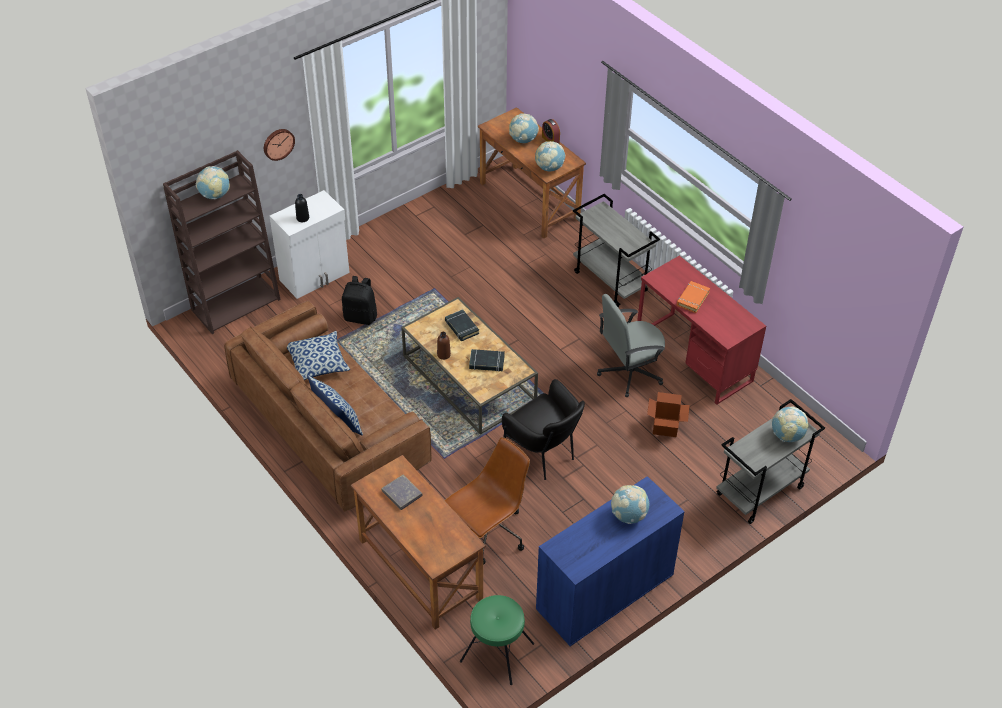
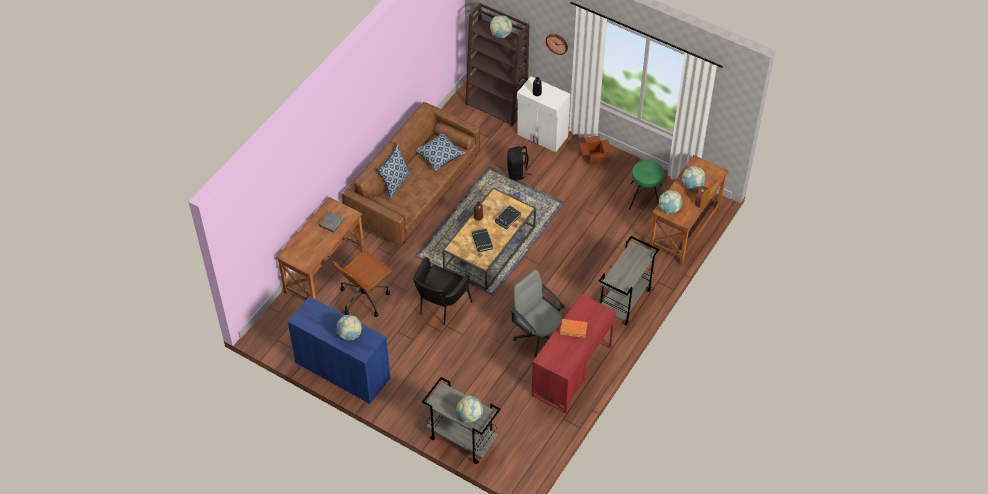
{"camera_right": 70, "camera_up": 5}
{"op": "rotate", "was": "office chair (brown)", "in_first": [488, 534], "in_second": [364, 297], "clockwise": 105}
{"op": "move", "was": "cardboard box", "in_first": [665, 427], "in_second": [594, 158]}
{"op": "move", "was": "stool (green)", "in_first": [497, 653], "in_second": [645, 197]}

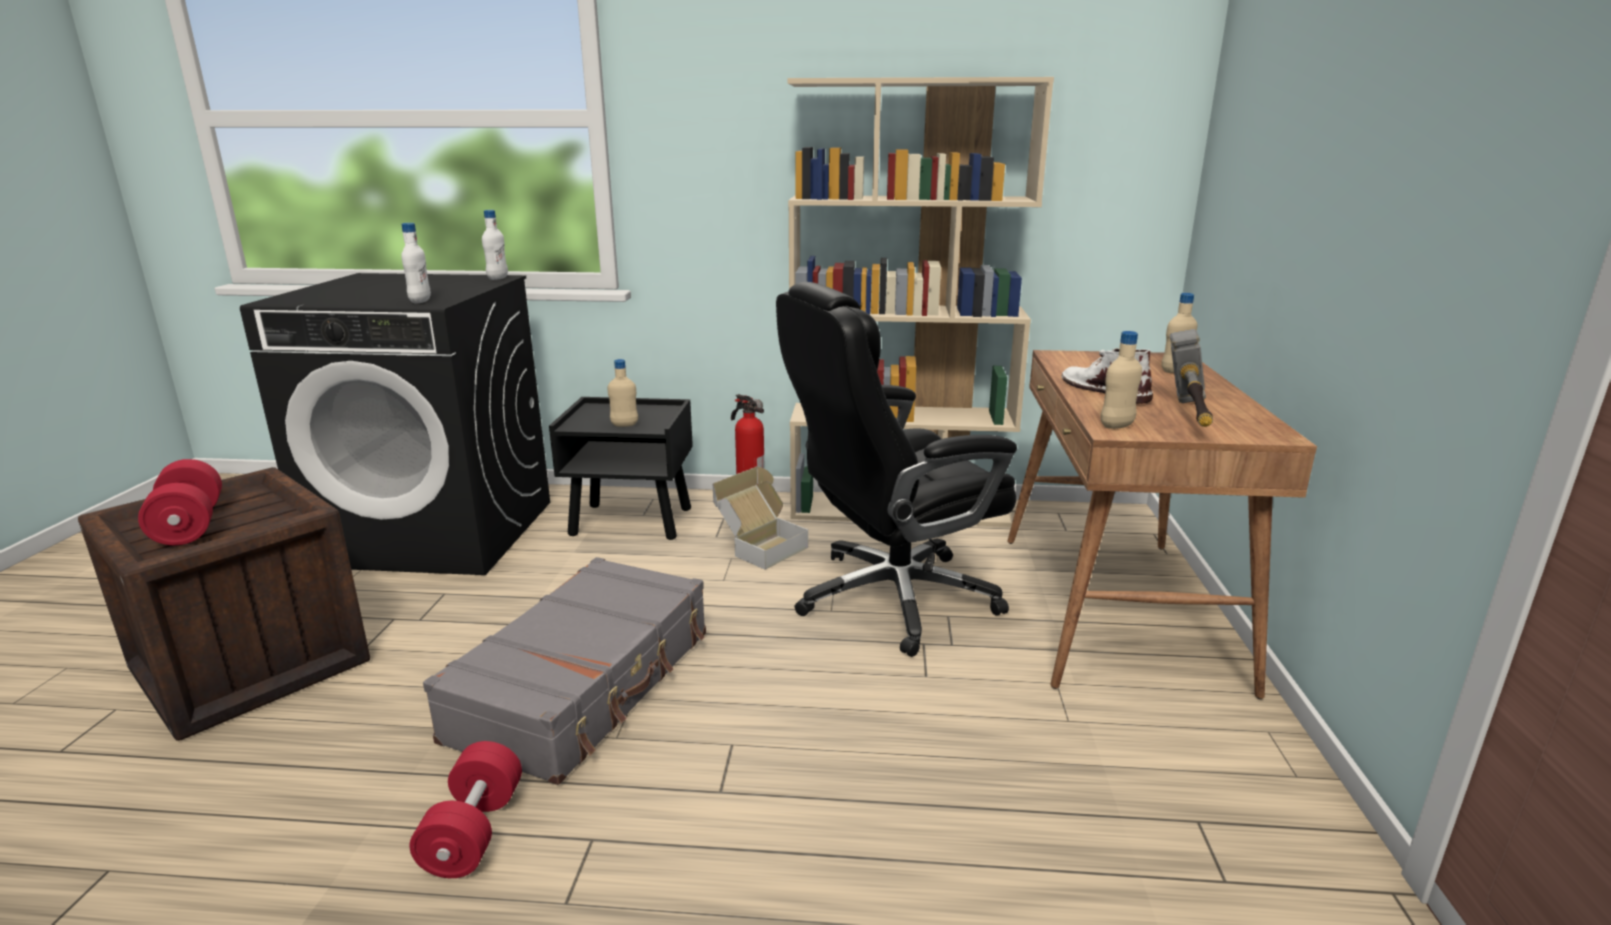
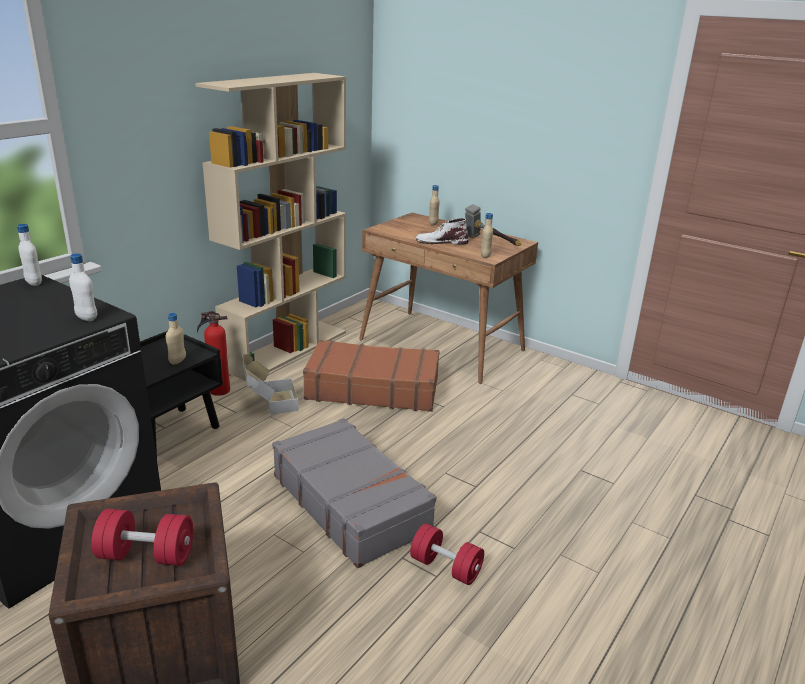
{"camera_right": -60, "camera_up": 5}
{"op": "replace", "was": "office chair (black)", "now": "suitcase (brown)", "in_first": [891, 598], "in_second": [372, 388]}

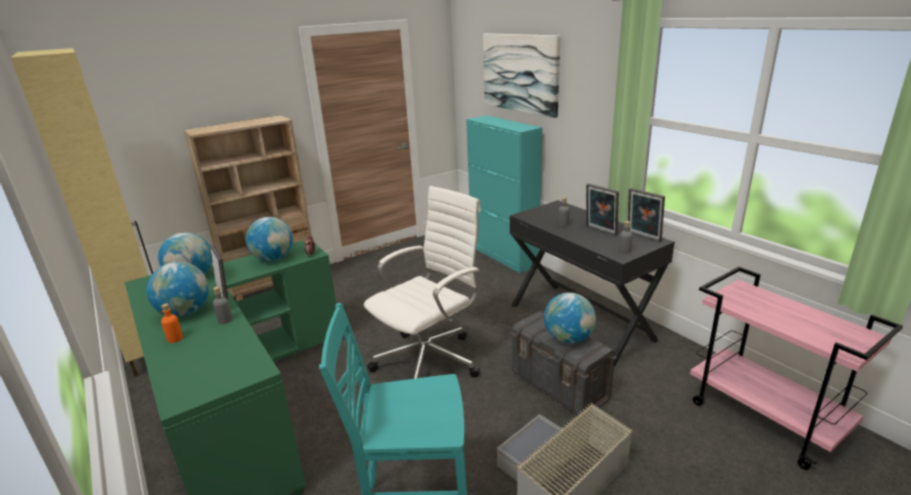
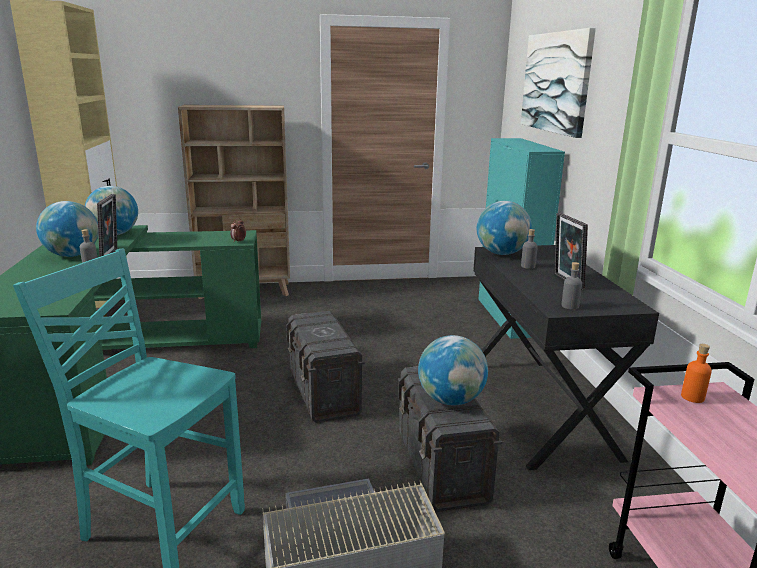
{"camera_right": 25, "camera_up": -5}
{"op": "replace", "was": "office chair (white)", "now": "storage box (grey)", "in_first": [430, 360], "in_second": [323, 392]}
{"op": "move", "was": "globe", "in_first": [273, 258], "in_second": [501, 253]}
{"op": "move", "was": "bottle (orange)", "in_first": [175, 338], "in_second": [692, 397]}
{"op": "delete", "was": "picture frame", "in_first": [642, 237]}

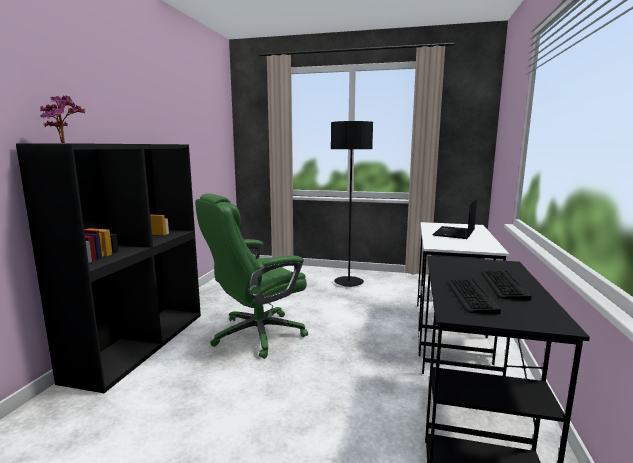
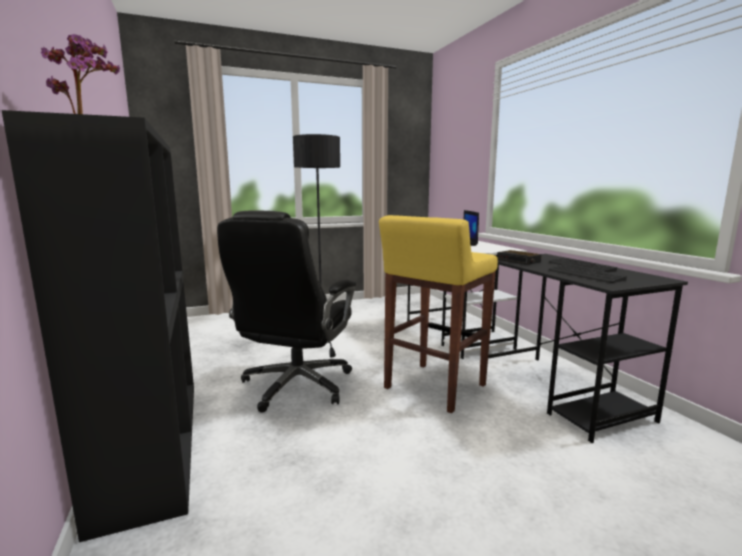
{"camera_right": -35, "camera_up": 0}
{"op": "recolor", "was": "office chair (green)", "now": "office chair (black)", "in_first": [256, 335], "in_second": [296, 386]}
{"op": "insert", "now": "stool (yellow)", "in_second": [434, 387]}
{"op": "insert", "now": "alarm clock", "in_second": [519, 261]}

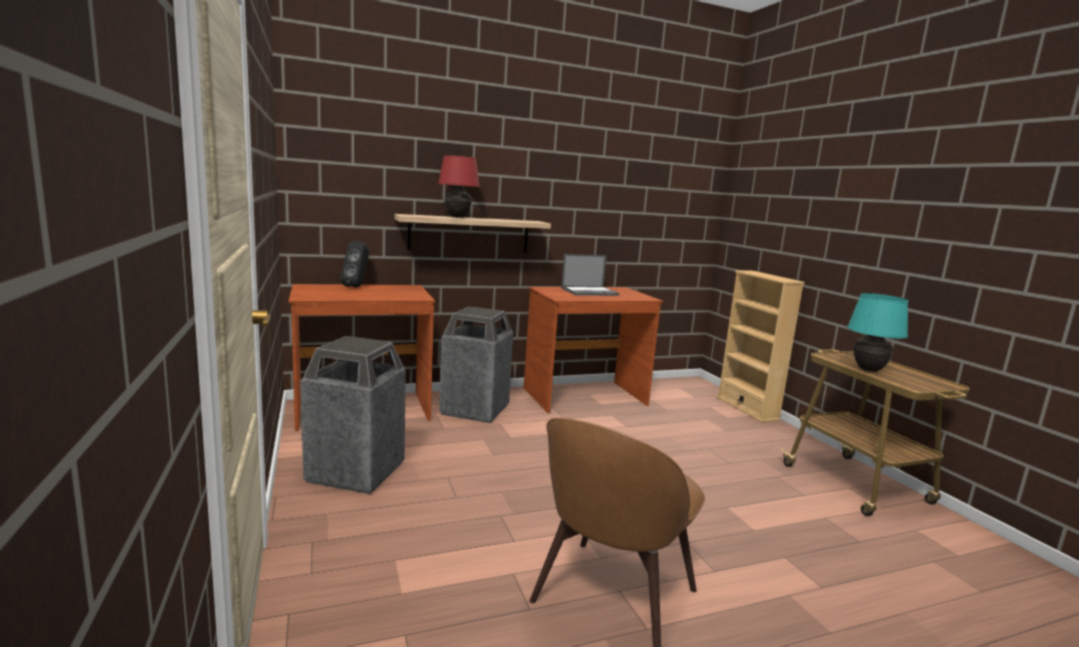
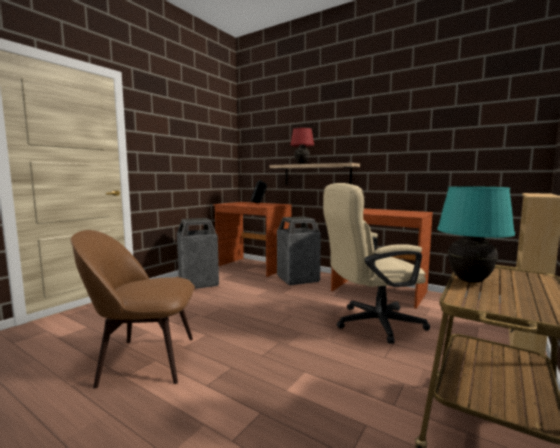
{"camera_right": 55, "camera_up": -5}
{"op": "insert", "now": "office chair (beige)", "in_second": [371, 324]}
{"op": "delete", "was": "laptop", "in_first": [590, 292]}

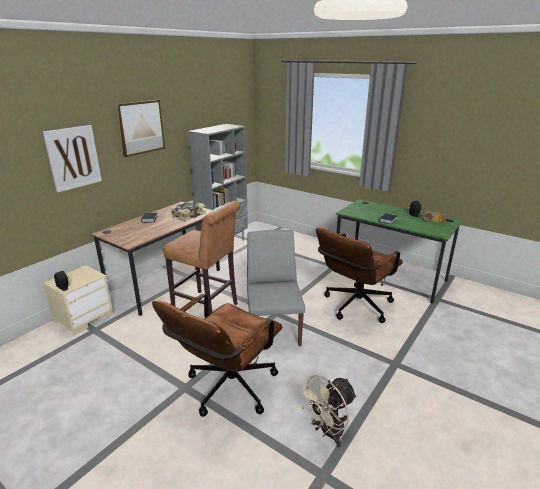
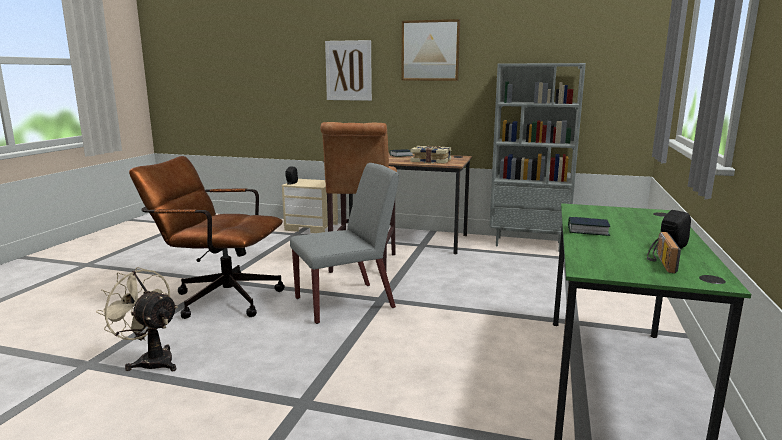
{"camera_right": 70, "camera_up": -10}
{"op": "delete", "was": "office chair (brown)", "in_first": [354, 307]}

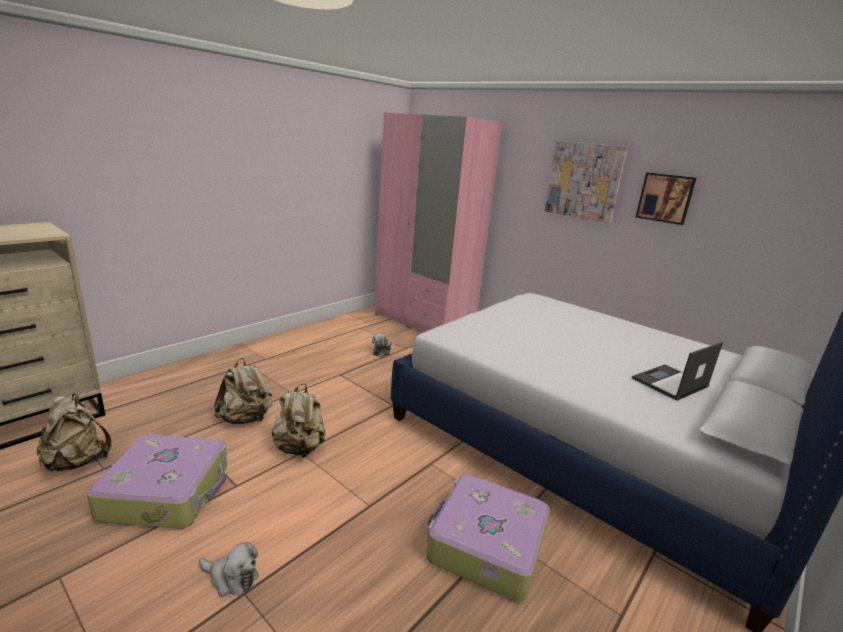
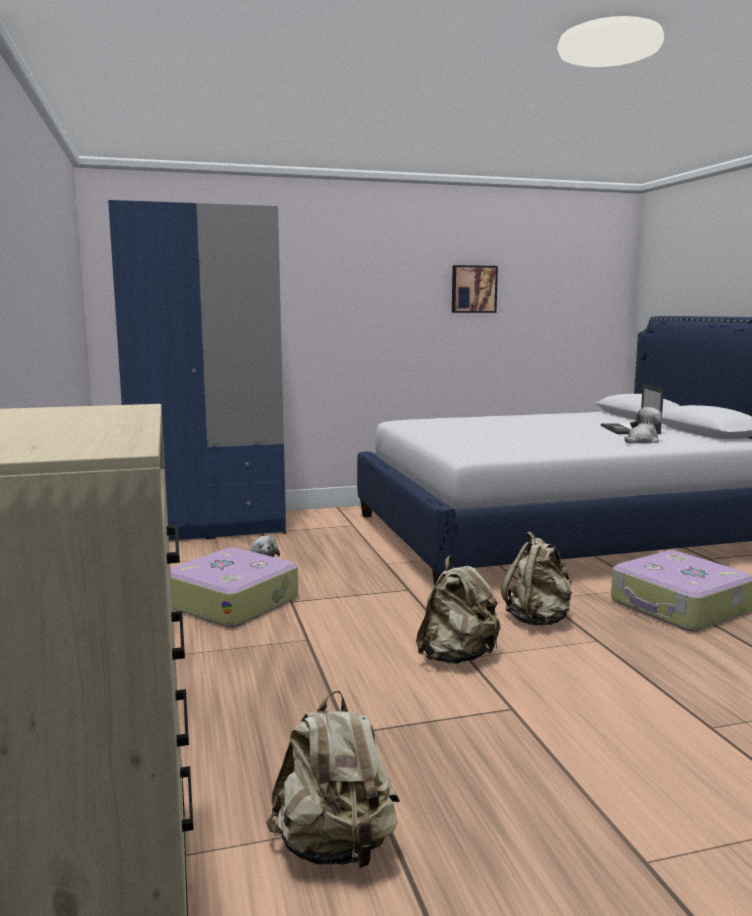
{"camera_right": -55, "camera_up": -10}
{"op": "recolor", "was": "wardrobe (pink)", "now": "wardrobe (blue)", "in_first": [424, 321], "in_second": [208, 528]}
{"op": "move", "was": "suitcase", "in_first": [167, 491], "in_second": [233, 602]}
{"op": "move", "was": "backpack (beige)", "in_first": [245, 419], "in_second": [538, 620]}
{"op": "move", "was": "plush toy", "in_first": [231, 578], "in_second": [641, 441]}
{"op": "delete", "was": "picture", "in_first": [584, 181]}

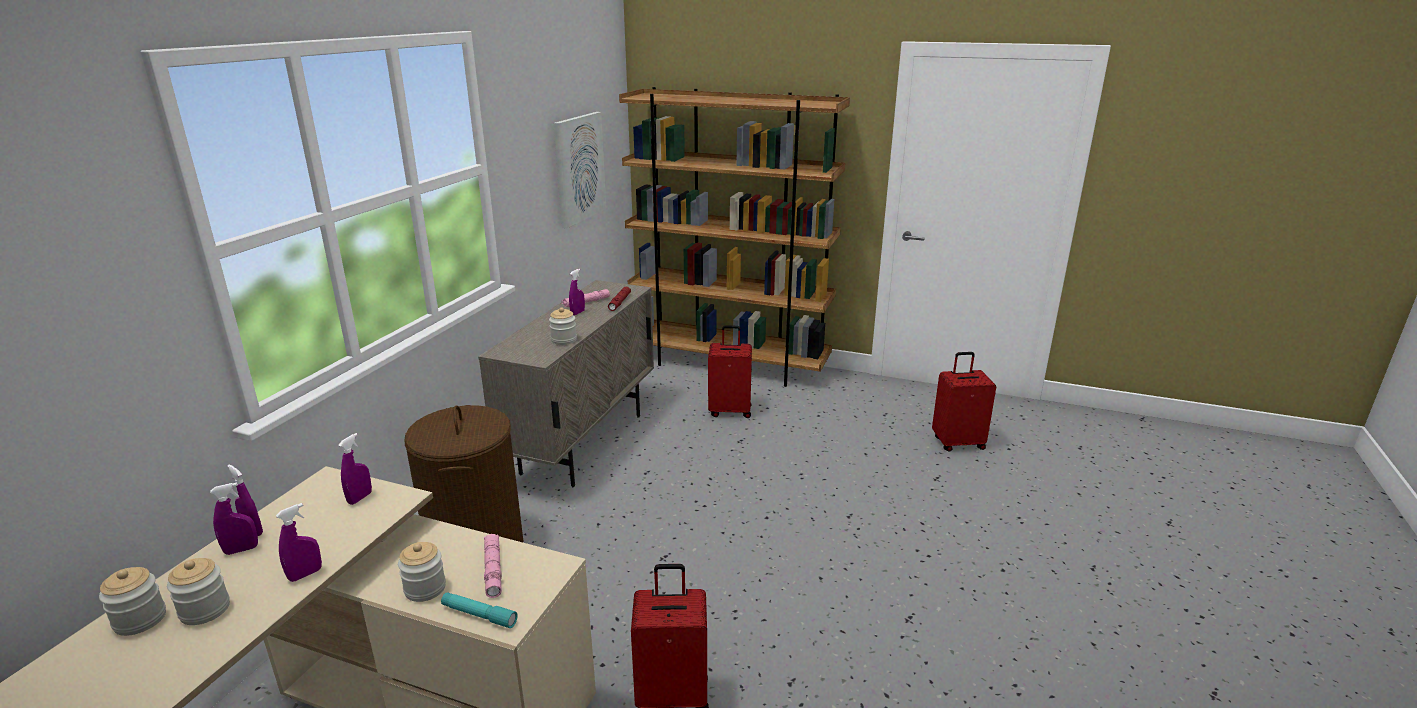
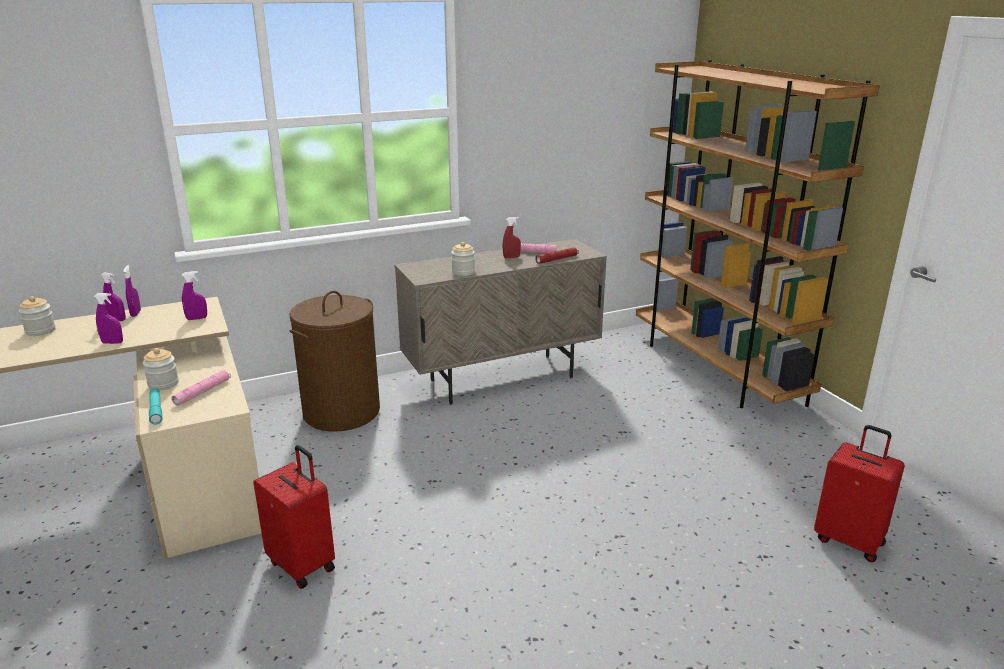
{"camera_right": 45, "camera_up": 0}
{"op": "recolor", "was": "spray bottle (purple)", "now": "spray bottle (red)", "in_first": [577, 313], "in_second": [511, 257]}
{"op": "delete", "was": "jar", "in_first": [205, 610]}
{"op": "delete", "was": "picture", "in_first": [579, 168]}
{"op": "delete", "was": "suitcase (red)", "in_first": [730, 410]}

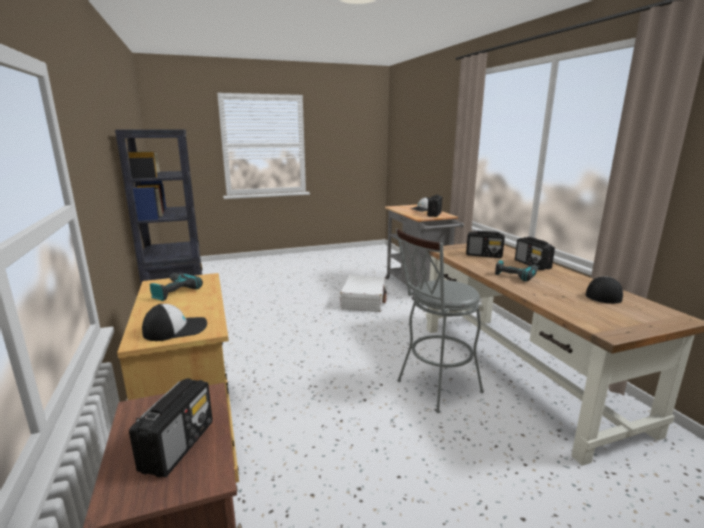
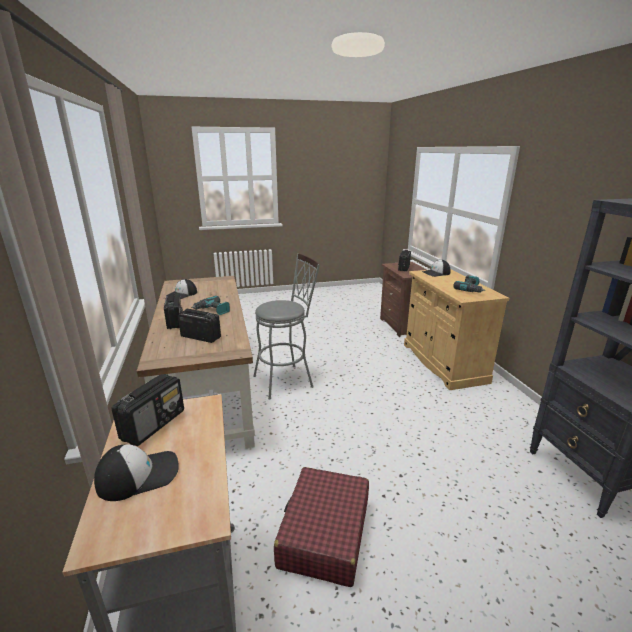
{"camera_right": -175, "camera_up": 5}
{"op": "recolor", "was": "suitcase (white)", "now": "suitcase (red)", "in_first": [364, 301], "in_second": [324, 533]}

